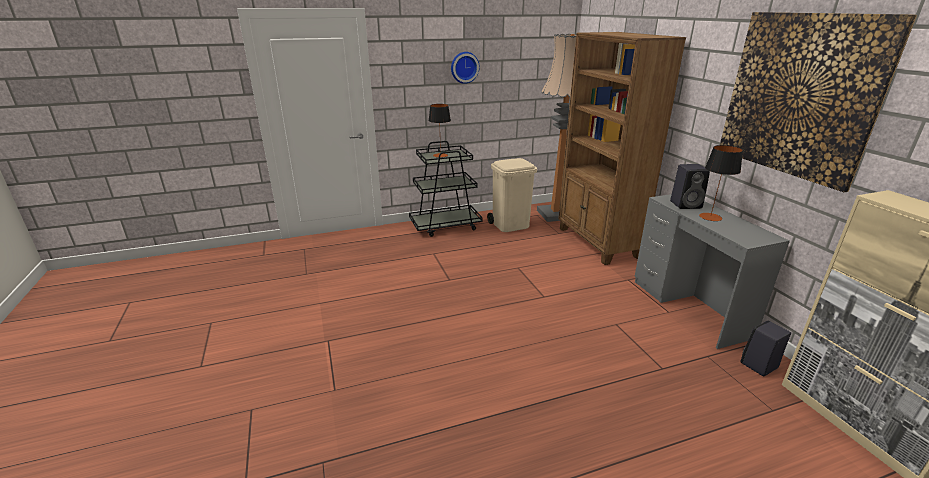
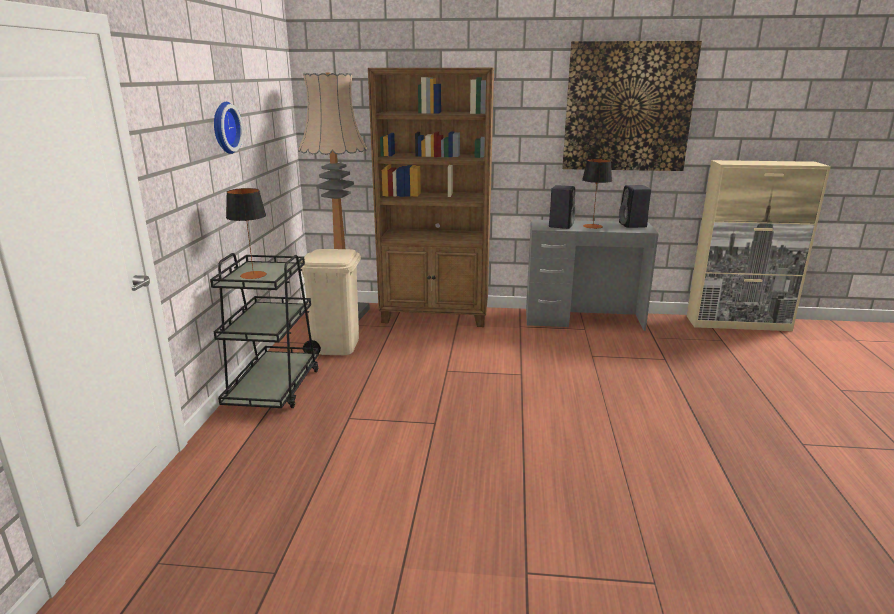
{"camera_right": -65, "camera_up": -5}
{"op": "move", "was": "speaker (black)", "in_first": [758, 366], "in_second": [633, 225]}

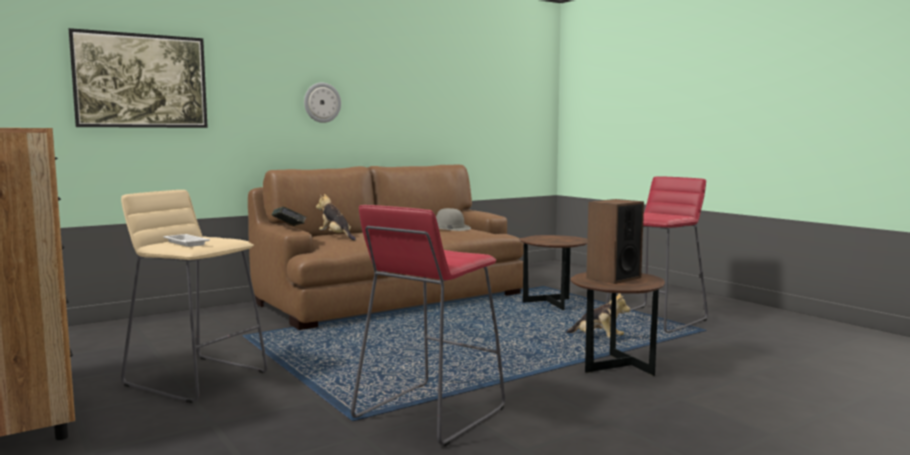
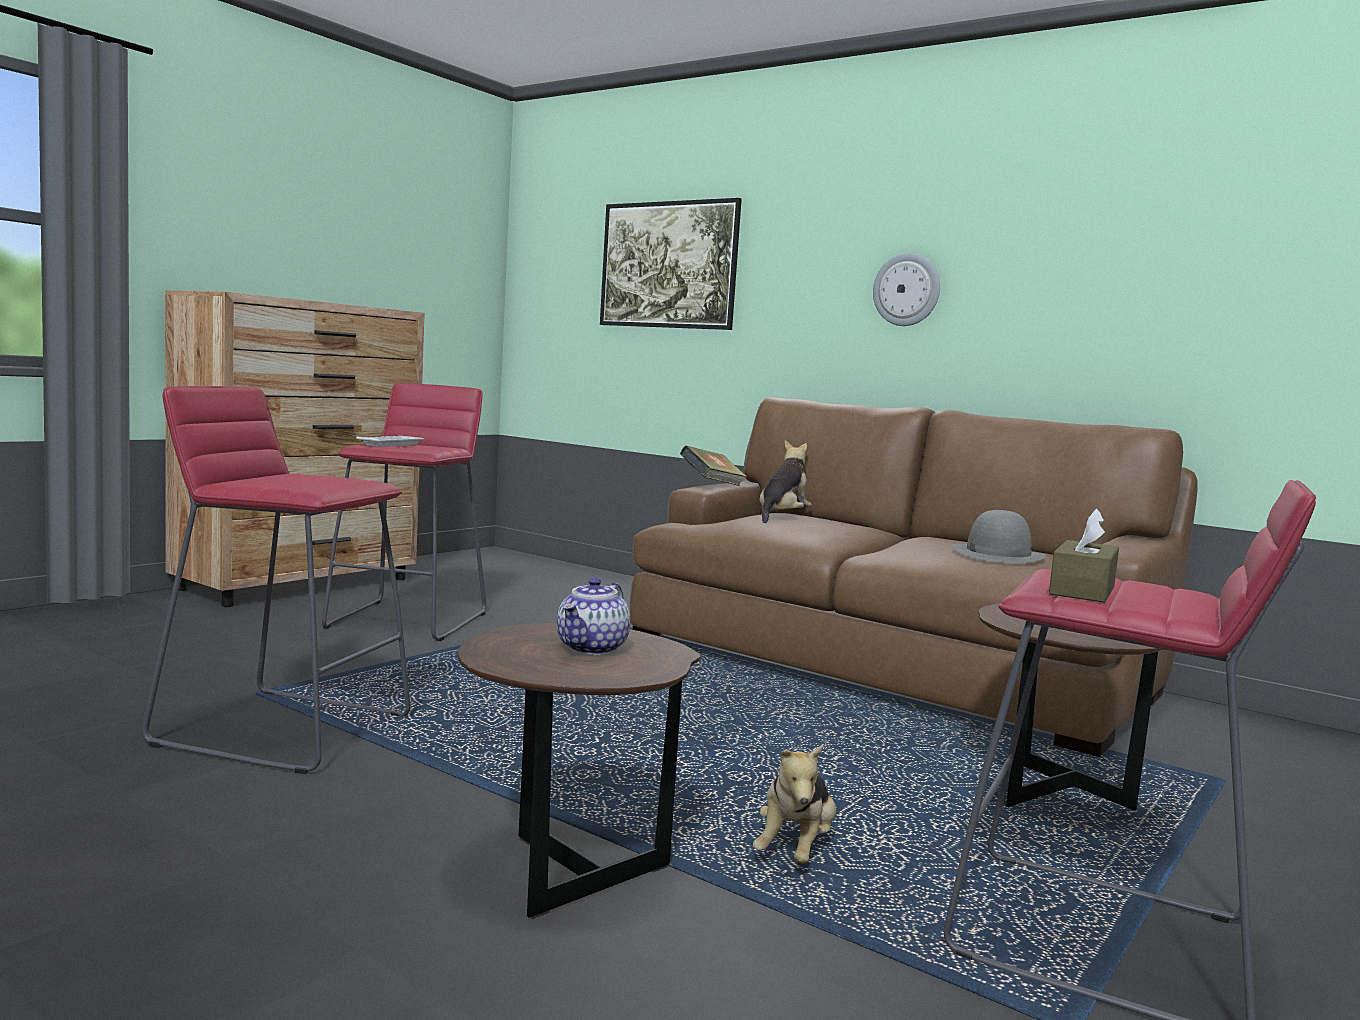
{"camera_right": 70, "camera_up": 0}
{"op": "recolor", "was": "stool (beige)", "now": "stool (red)", "in_first": [197, 378], "in_second": [408, 620]}
{"op": "replace", "was": "speaker", "now": "teapot", "in_first": [613, 278], "in_second": [592, 648]}
{"op": "insert", "now": "tissue box (brown)", "in_second": [1082, 590]}

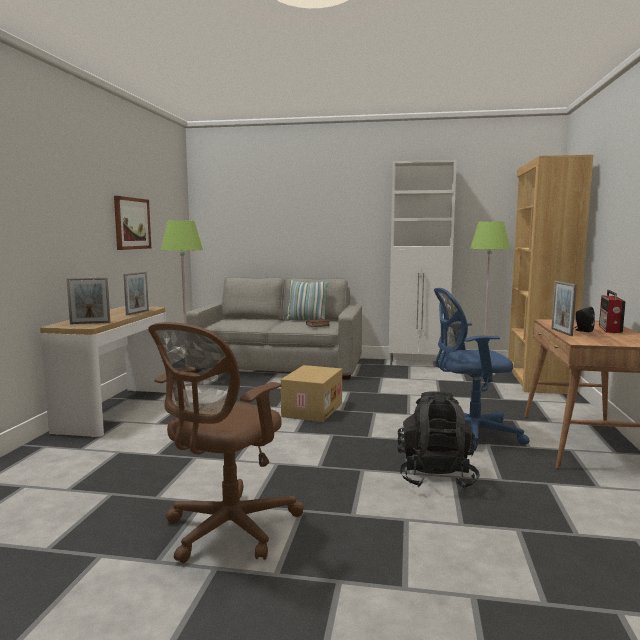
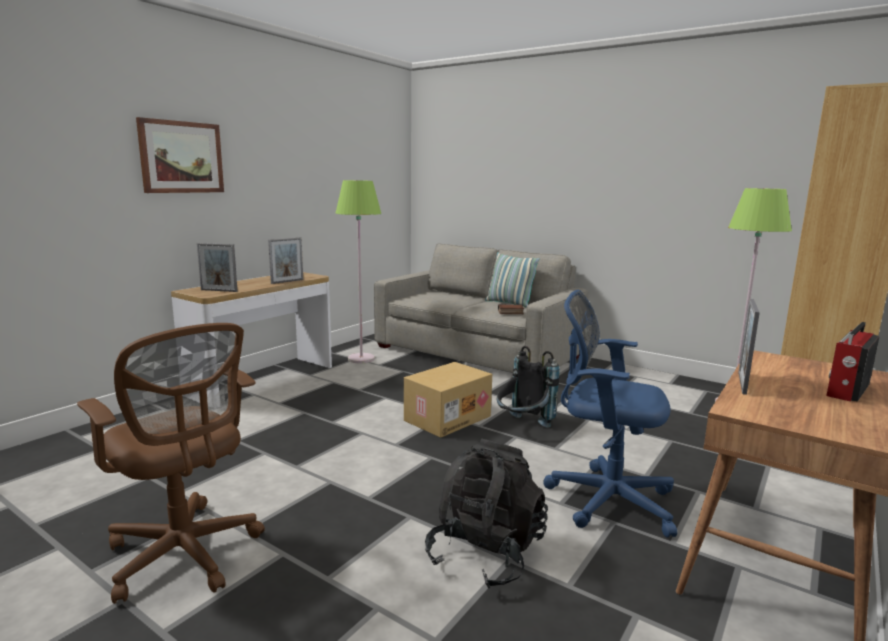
{"camera_right": 25, "camera_up": 5}
{"op": "rotate", "was": "office chair (brown)", "in_first": [227, 531], "in_second": [186, 556], "clockwise": -105}
{"op": "move", "was": "picture", "in_first": [132, 223], "in_second": [181, 157]}
{"op": "insert", "now": "backpack (black)", "in_second": [523, 427]}
{"op": "delete", "was": "cabinet (white)", "in_first": [418, 364]}
{"op": "delete", "was": "speaker (black)", "in_first": [582, 330]}

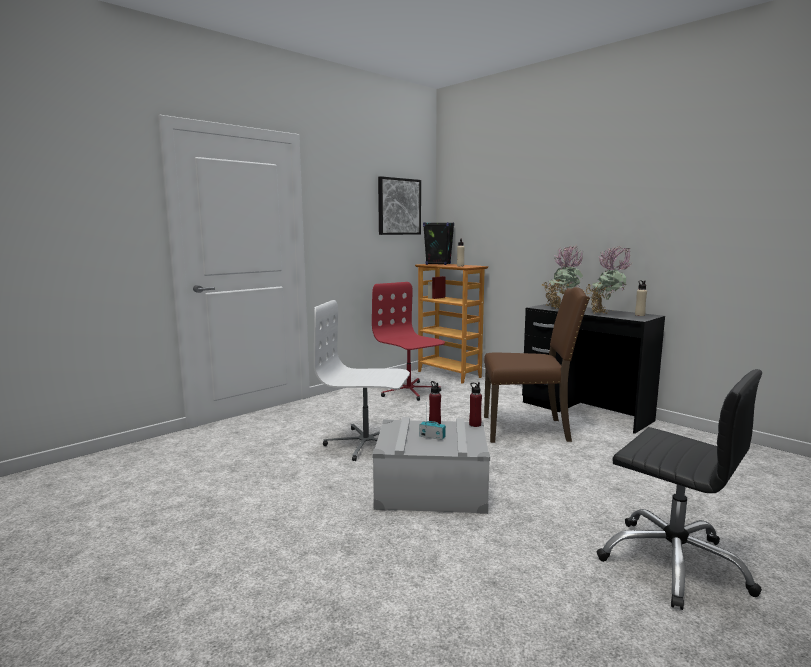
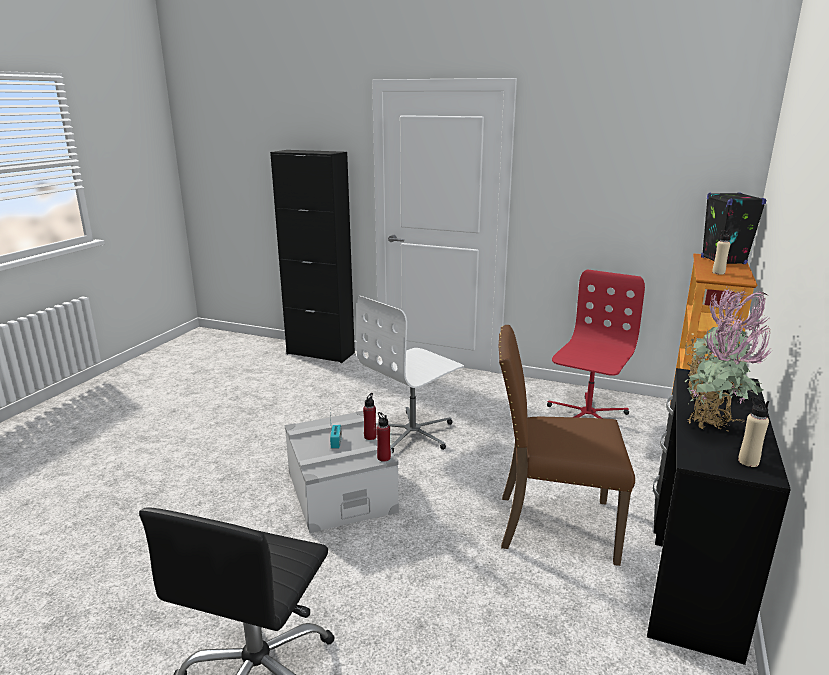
{"camera_right": 65, "camera_up": 10}
{"op": "insert", "now": "cabinet (black)", "in_second": [320, 353]}
{"op": "rotate", "was": "office chair (white)", "in_first": [366, 444], "in_second": [413, 433], "clockwise": -120}
{"op": "rotate", "was": "chair (brown)", "in_first": [528, 429], "in_second": [552, 525], "clockwise": 120}
{"op": "delete", "was": "picture", "in_first": [399, 206]}

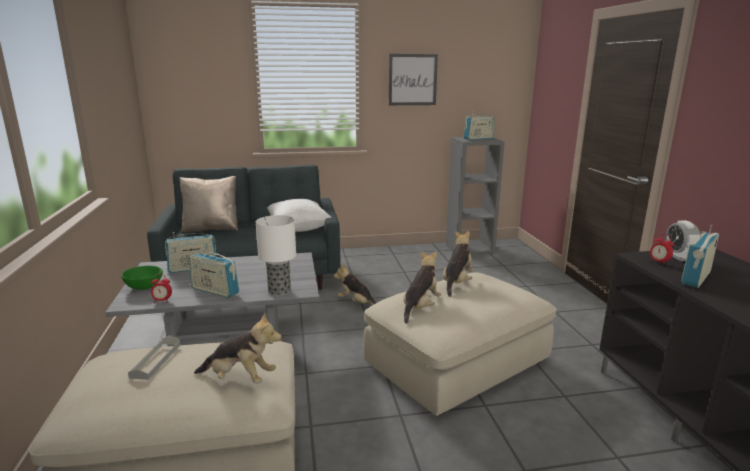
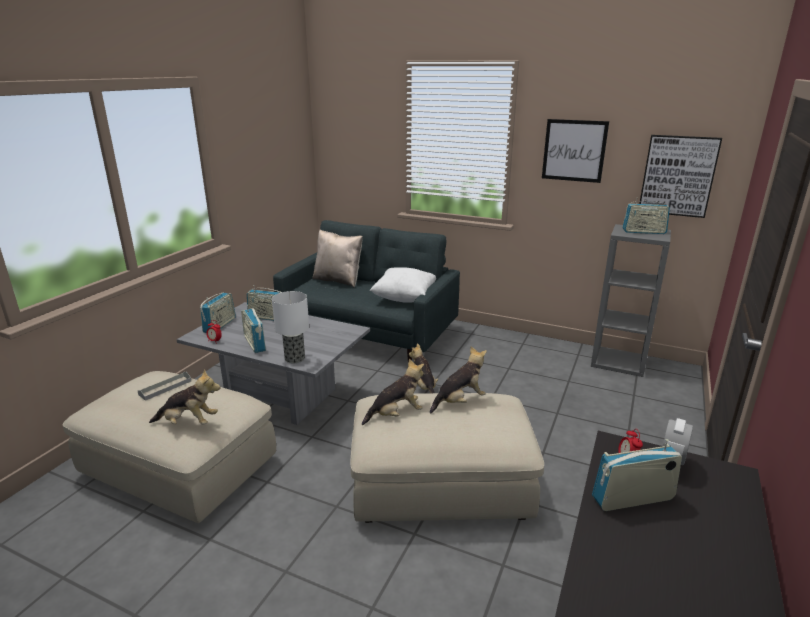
{"camera_right": 35, "camera_up": 5}
{"op": "rotate", "was": "plush toy", "in_first": [240, 378], "in_second": [188, 422], "clockwise": -45}
{"op": "replace", "was": "bowl (green)", "now": "radio", "in_first": [144, 287], "in_second": [220, 325]}
{"op": "insert", "now": "picture", "in_second": [678, 176]}

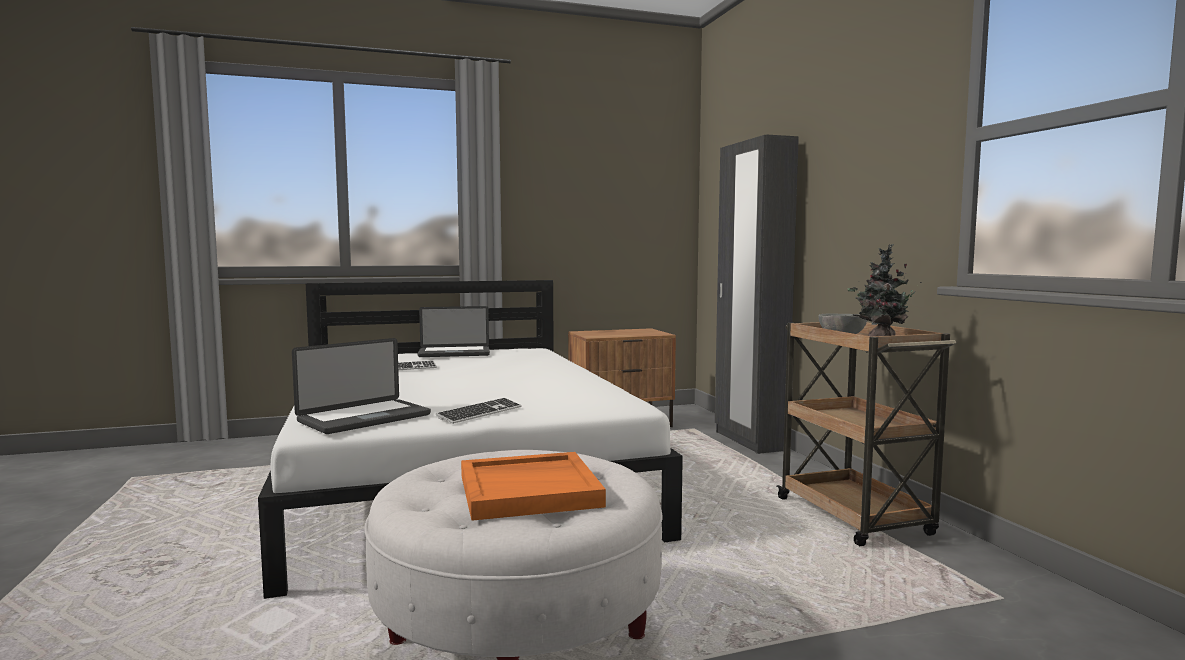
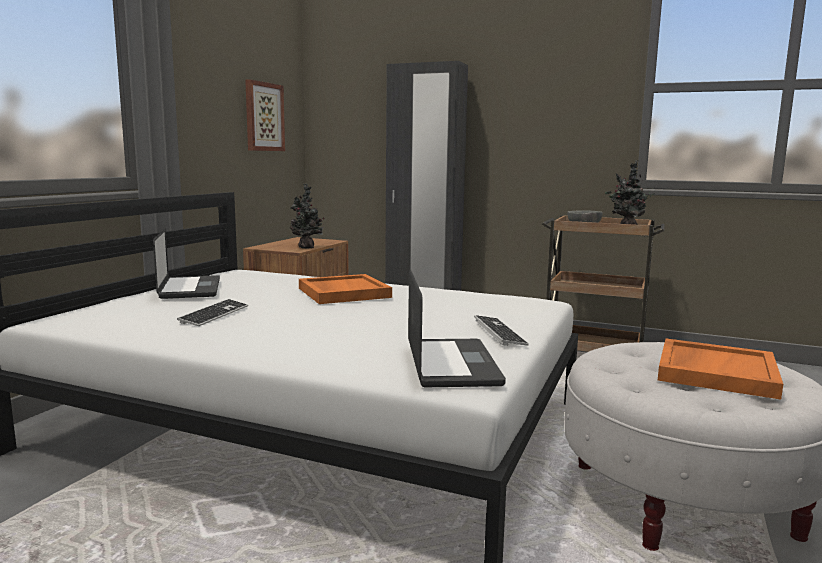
{"camera_right": -50, "camera_up": 5}
{"op": "rotate", "was": "laptop", "in_first": [454, 353], "in_second": [190, 288], "clockwise": -45}
{"op": "insert", "now": "picture", "in_second": [263, 117]}
{"op": "insert", "now": "potted plant", "in_second": [307, 248]}
{"op": "insert", "now": "tray (orange)", "in_second": [343, 292]}

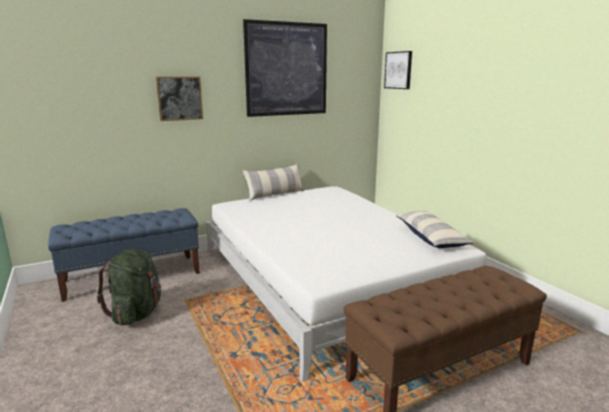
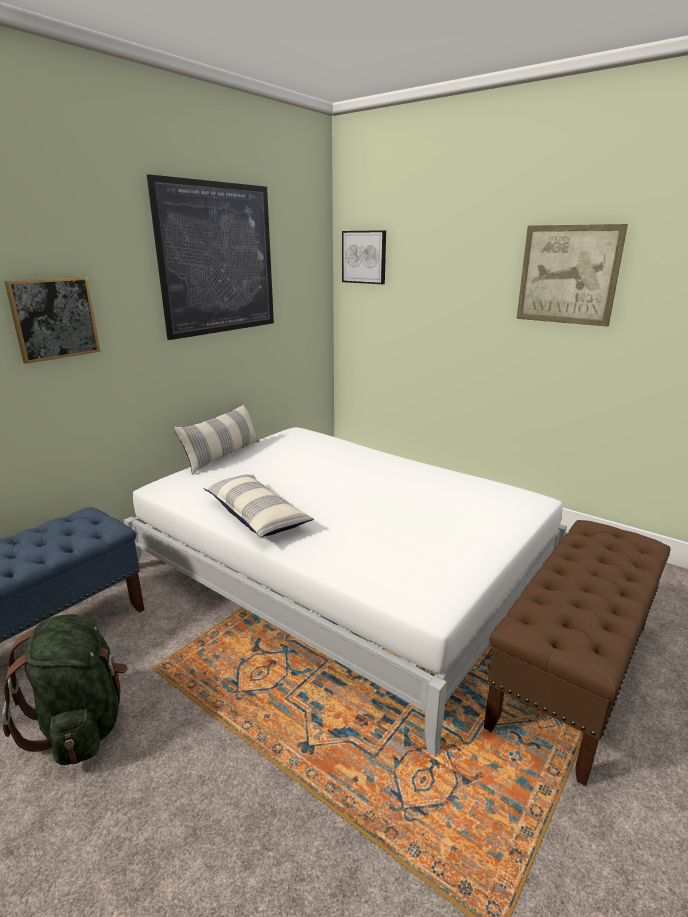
{"camera_right": -25, "camera_up": 5}
{"op": "move", "was": "pillow", "in_first": [431, 237], "in_second": [256, 516]}
{"op": "insert", "now": "picture", "in_second": [568, 275]}

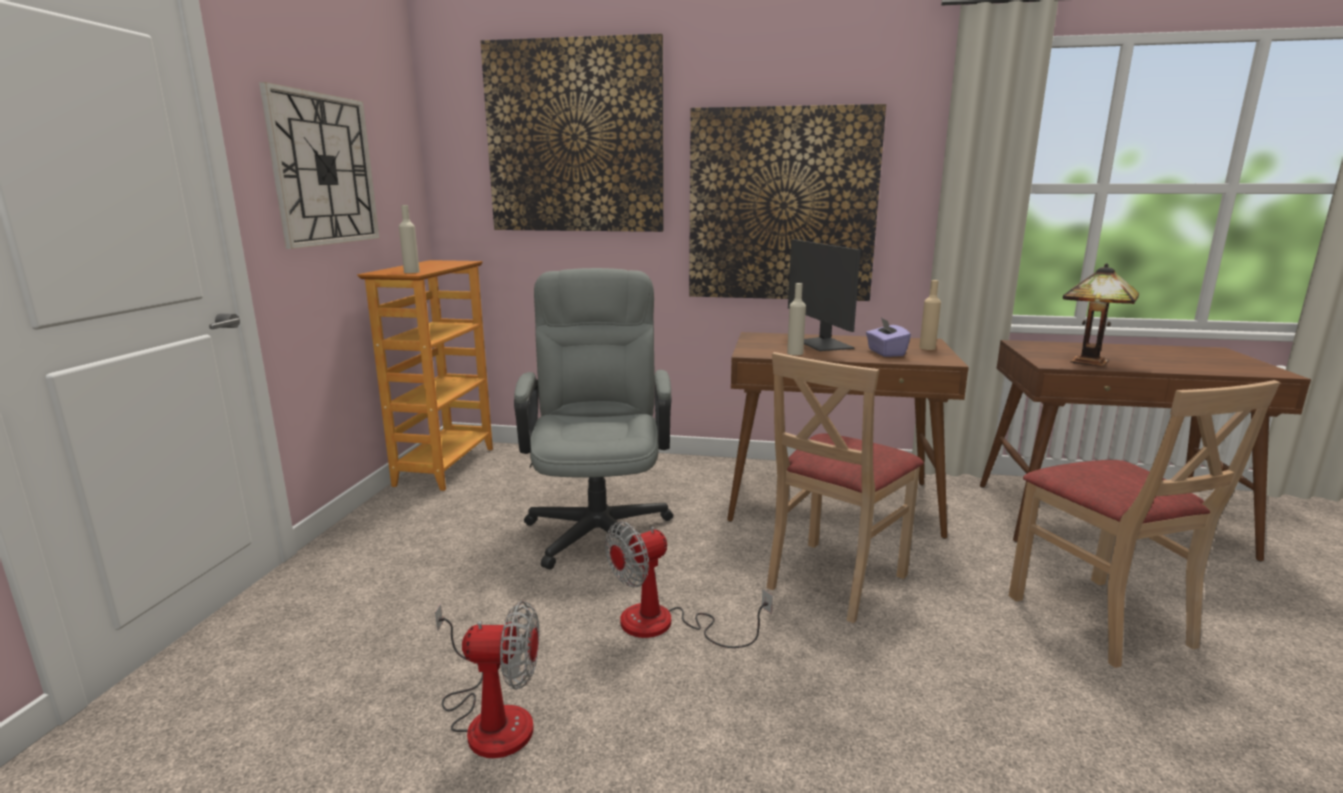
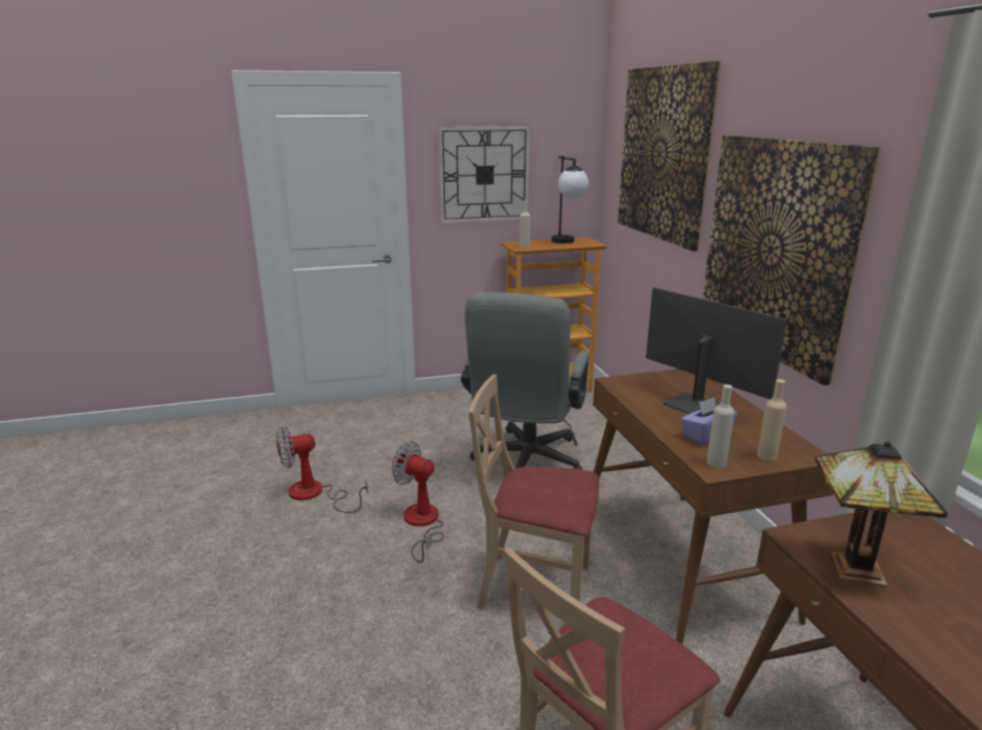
{"camera_right": 65, "camera_up": 5}
{"op": "rotate", "was": "fan", "in_first": [490, 717], "in_second": [315, 494], "clockwise": 90}
{"op": "rotate", "was": "office chair (grey)", "in_first": [599, 524], "in_second": [525, 464], "clockwise": 135}
{"op": "insert", "now": "table lamp", "in_second": [567, 242]}
{"op": "rotate", "was": "monitor", "in_first": [824, 345], "in_second": [696, 405], "clockwise": 90}
{"op": "move", "was": "bottle (beige)", "in_first": [795, 353], "in_second": [716, 462]}

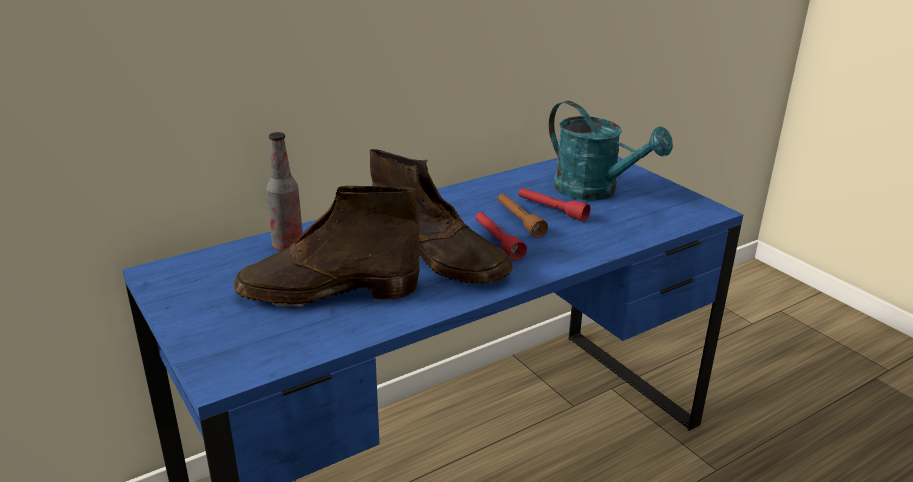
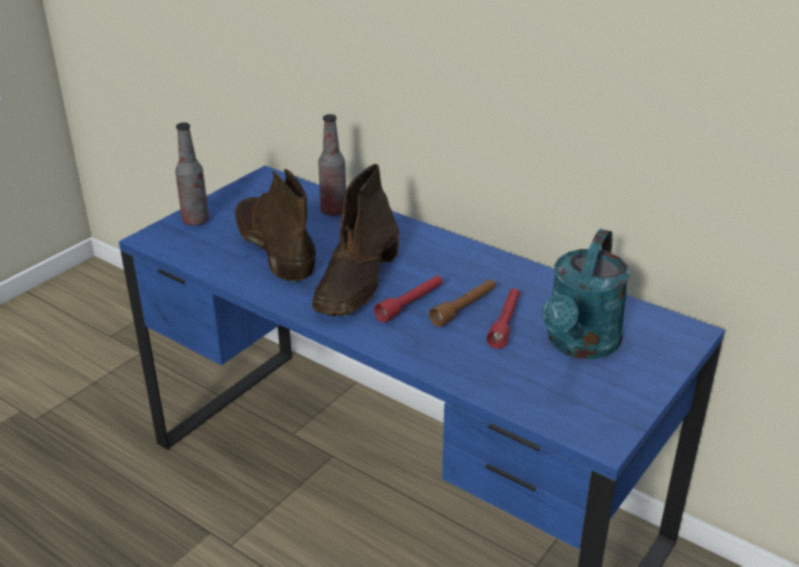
{"camera_right": 70, "camera_up": 5}
{"op": "insert", "now": "bottle", "in_second": [195, 220]}

